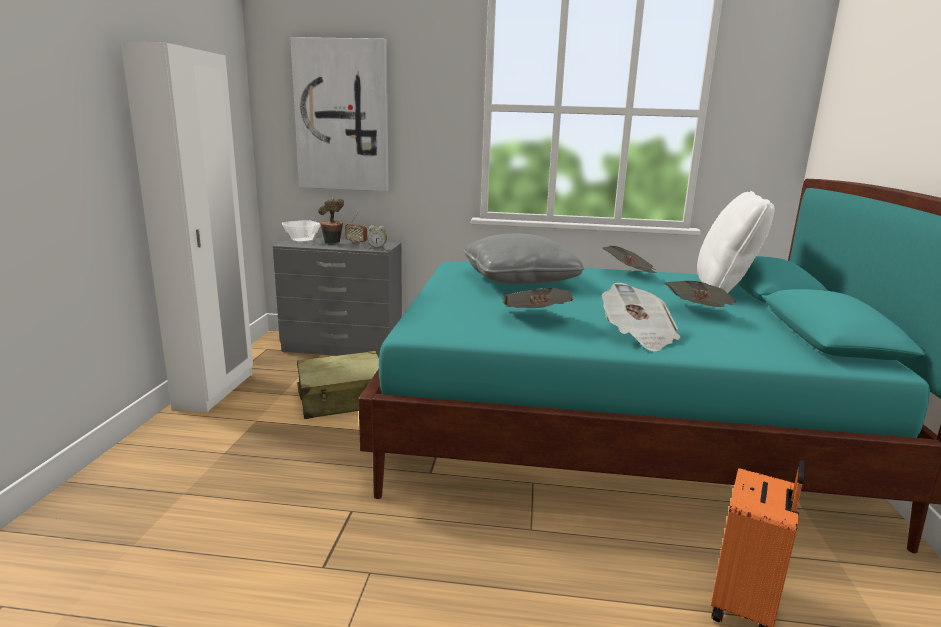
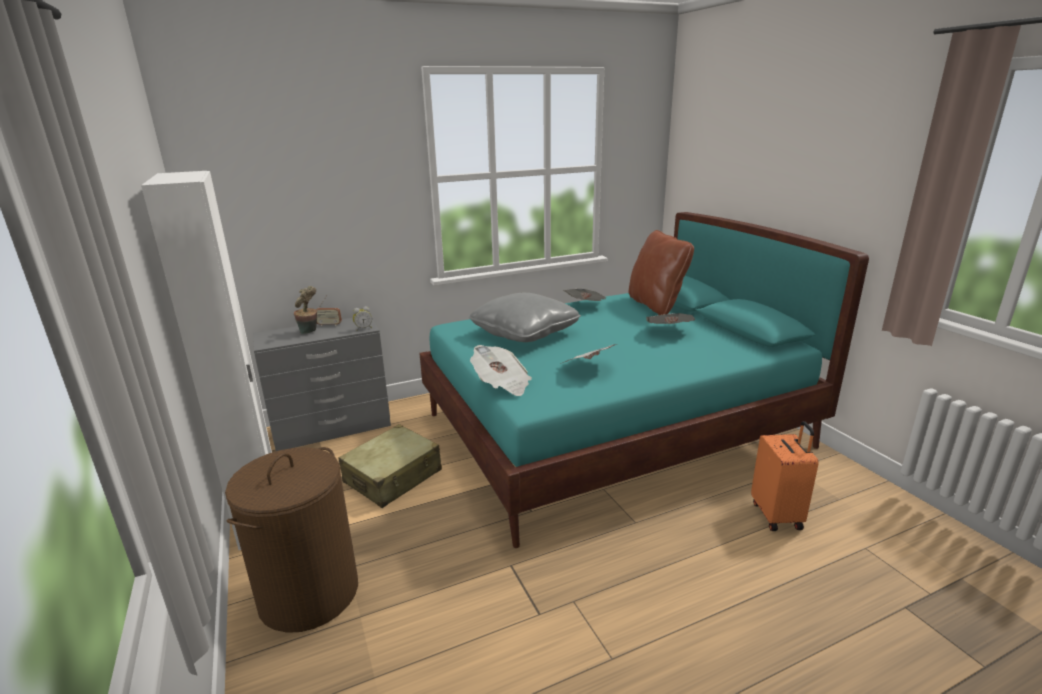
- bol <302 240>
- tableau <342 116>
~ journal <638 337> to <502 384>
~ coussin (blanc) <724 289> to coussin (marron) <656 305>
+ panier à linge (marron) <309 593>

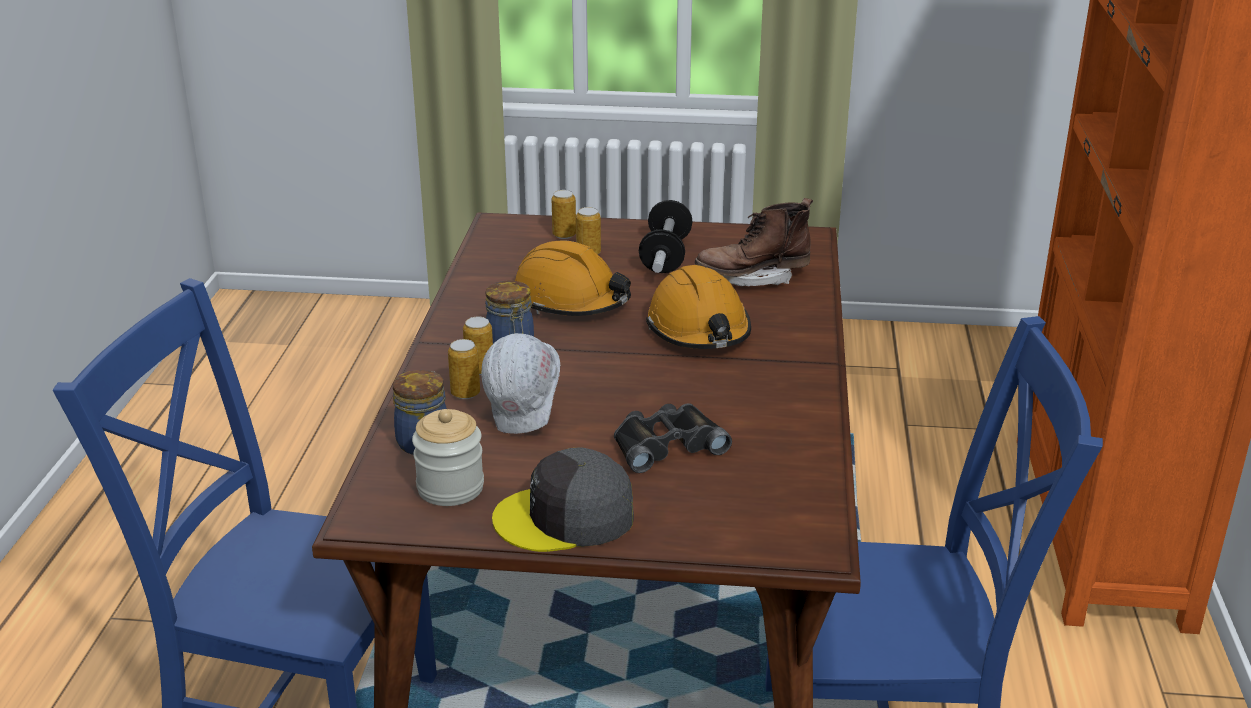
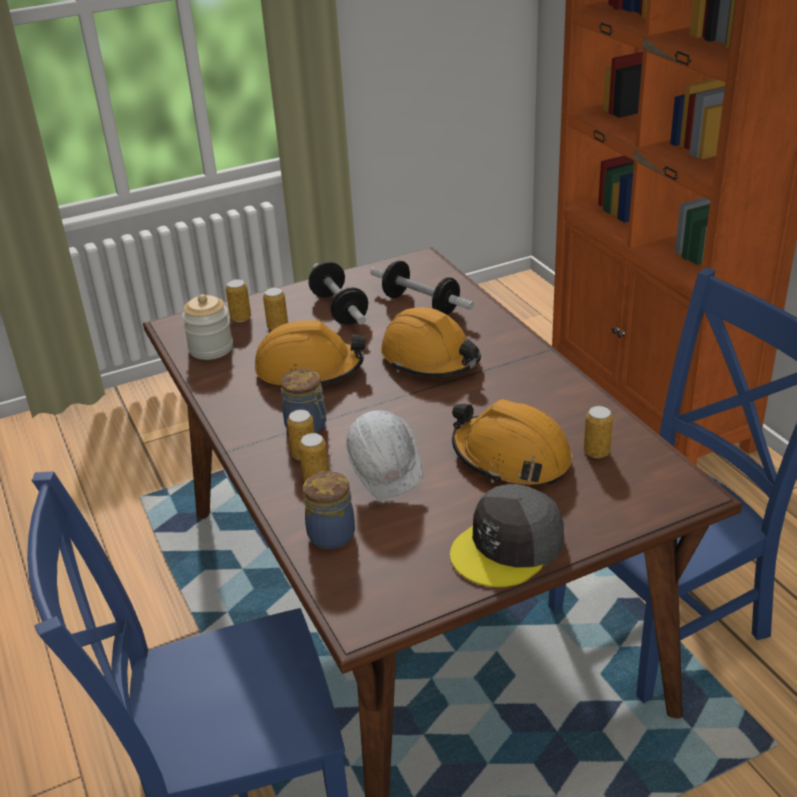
~ bocal <450 488> to <211 348>
~ jumelles (noir) <666 444> to casque de chantier (orange) <511 458>
~ botte (marron) <752 278> to haltère <421 304>
+ boîte métallique <596 452>

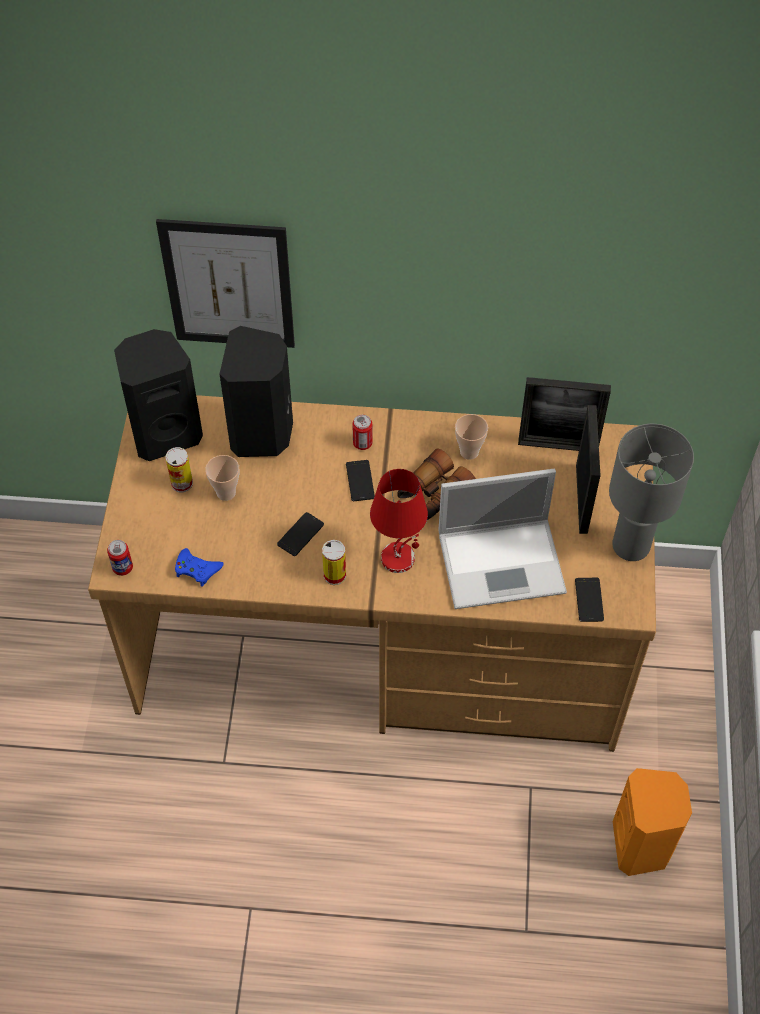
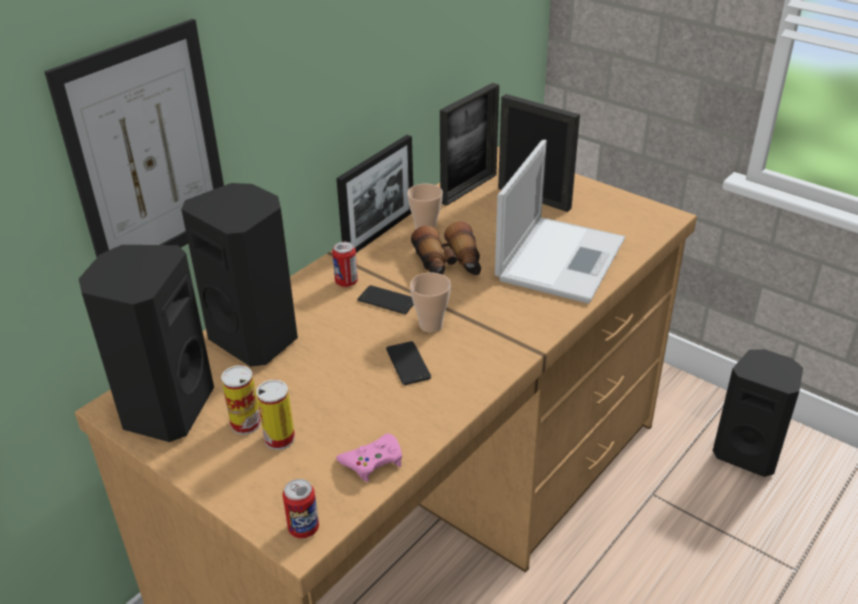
~ manette (bleu) <197 569> to manette (rose) <373 461>
~ tasse <226 493> to <431 325>
~ boîte métallique <334 575> to <279 439>
- lampe de table (rouge) <398 558>
- téléphone <589 600>
- lampe de table (gris) <630 546>
~ enceinte (orange) <642 845> to enceinte (noir) <747 453>
+ cadre photo <379 233>

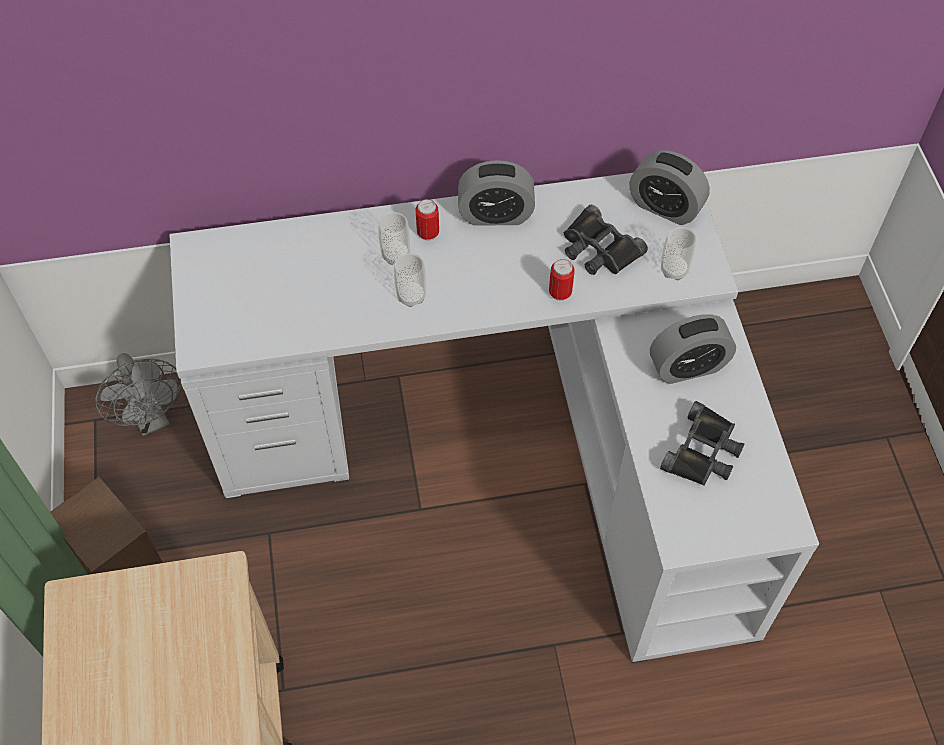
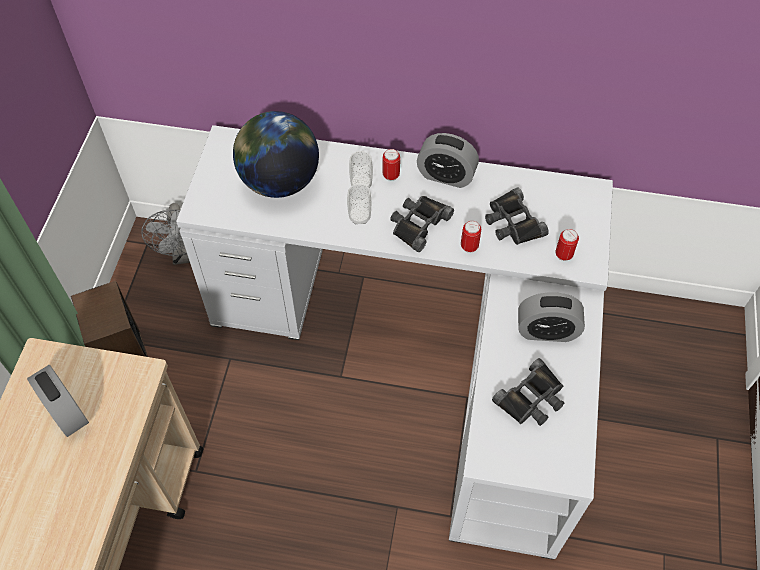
~ réveil <665 207> to <66 412>
~ tasse <674 270> to boîte métallique <563 255>
+ globe <279 181>
+ jumelles (noir) <418 224>

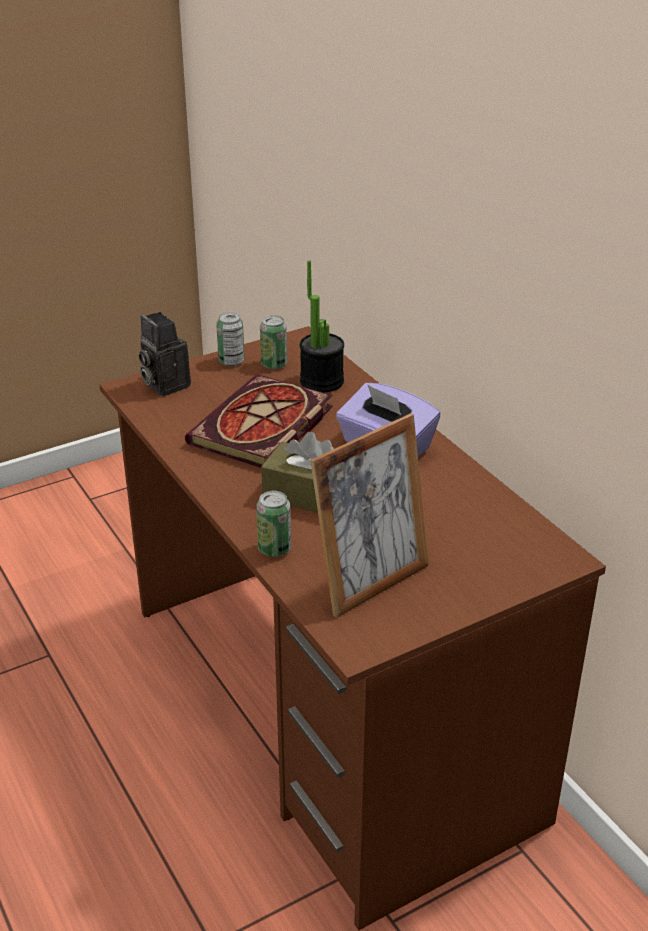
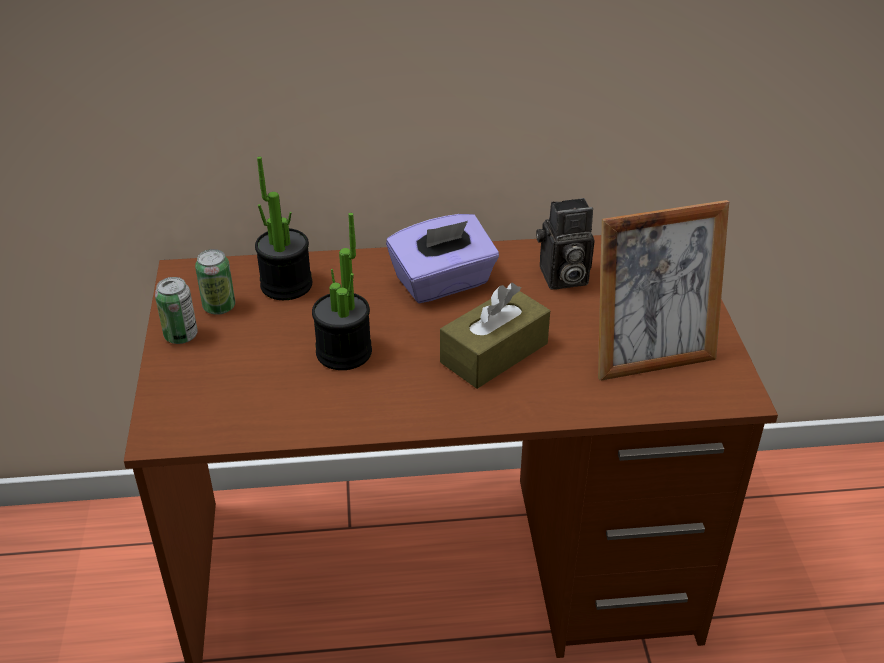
~ appareil photo <163 384> to <562 278>
~ livre <262 428> to plante en pot <344 352>
- boîte métallique <274 549>
~ cadre photo <371 582> = <650 358> 90 degrees clockwise

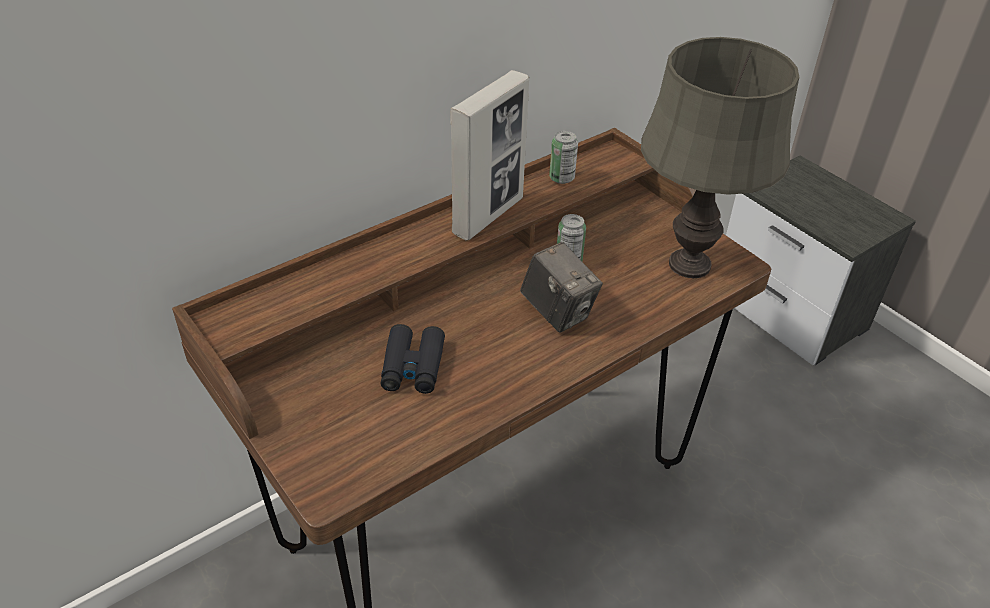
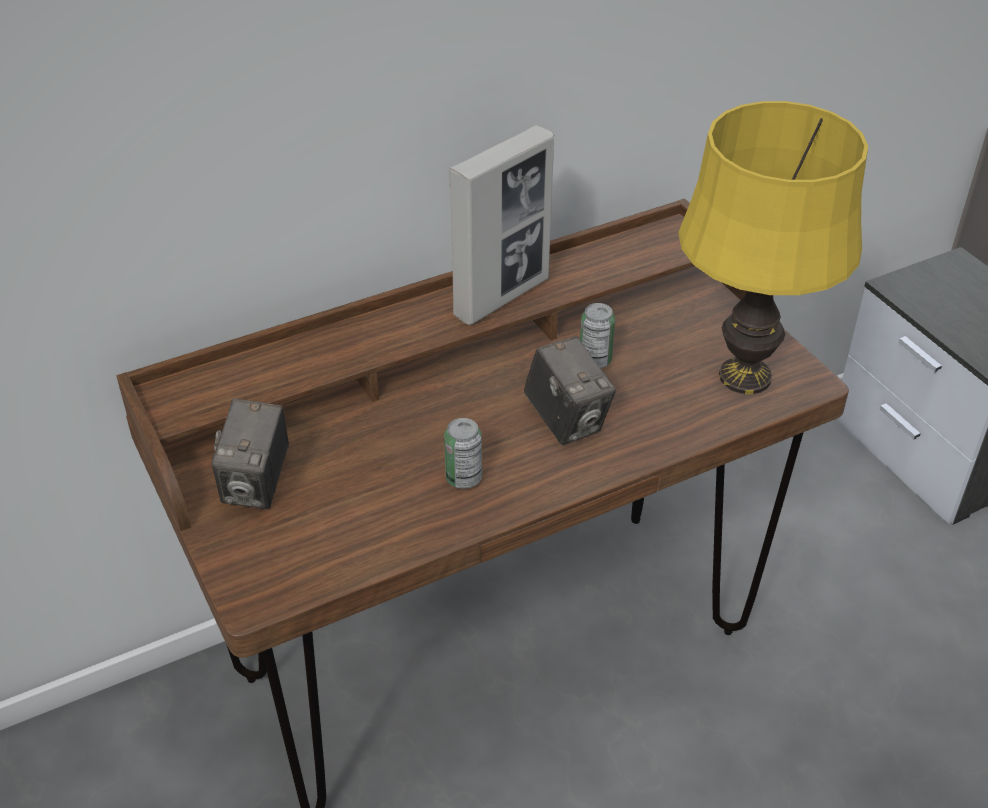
- jumelles (noir) <413 367>
~ boîte métallique <561 178> to <463 478>
~ lampe de table (gris) <689 264> to lampe de table (jaune) <744 376>
+ appareil photo <257 484>

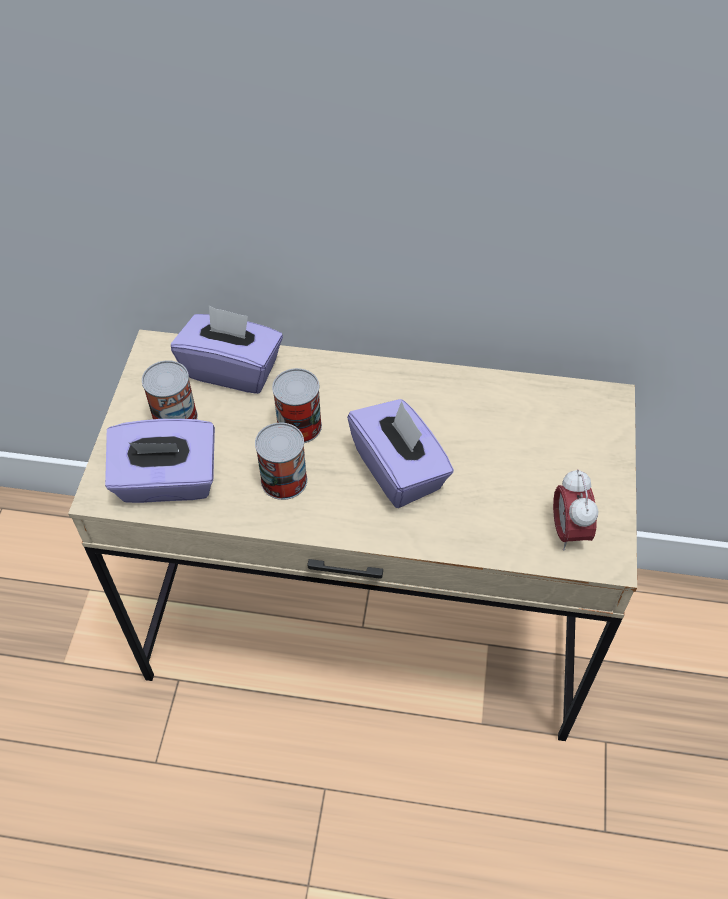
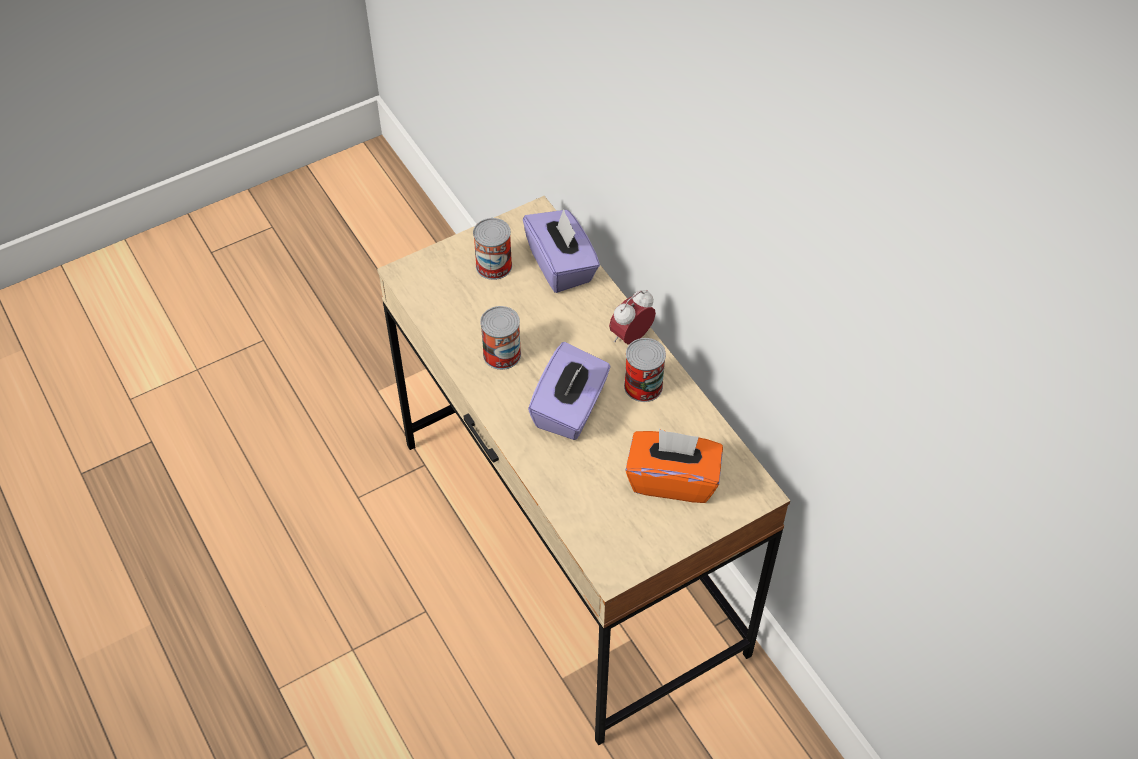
- boîte à mouchoirs (violet) <167 482>
~ boîte métallique <299 426> to <643 386>
~ réveil <568 531> to <631 337>
+ boîte à mouchoirs (orange) <672 479>

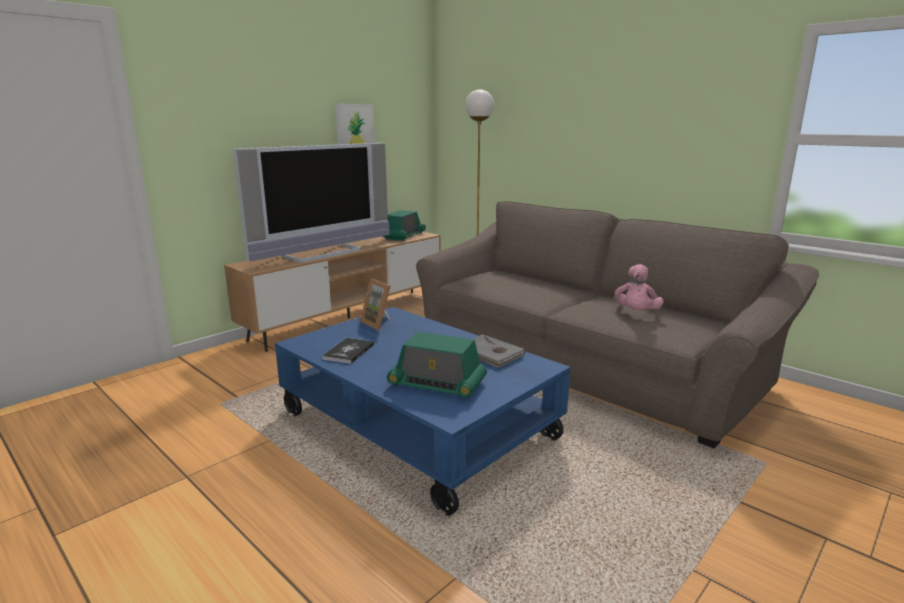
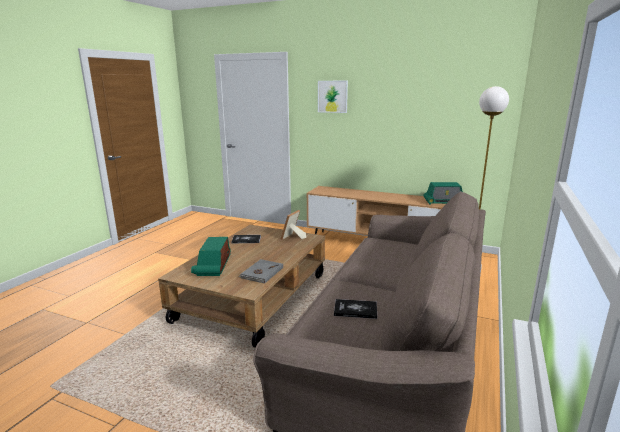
- téléviseur <324 253>
~ table basse (bleu) <417 425> to table basse (marron) <254 297>
~ tableau <355 127> to <332 96>
~ peluche (rose) <636 313> to livre <355 310>

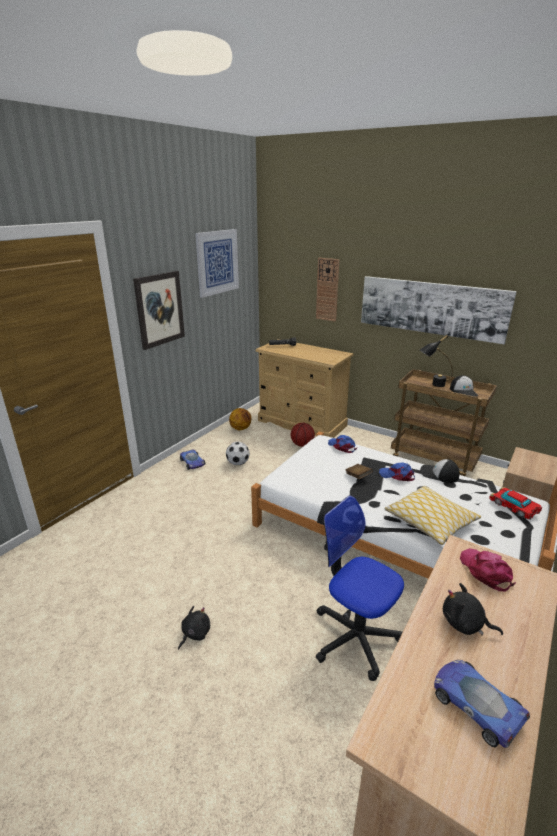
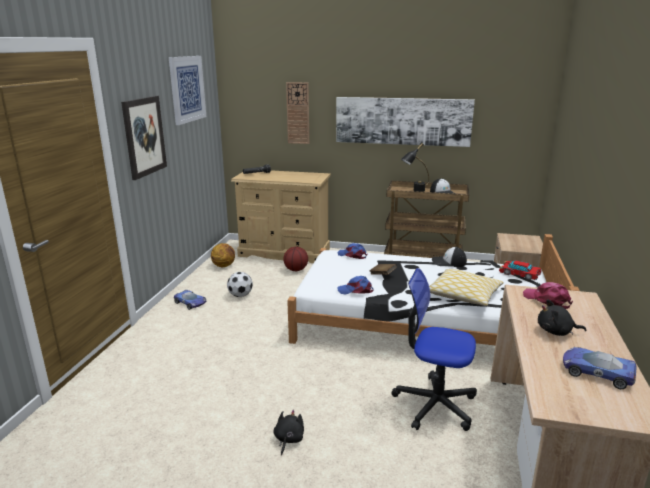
~ casquette (bleu) <397 475> to <356 290>

